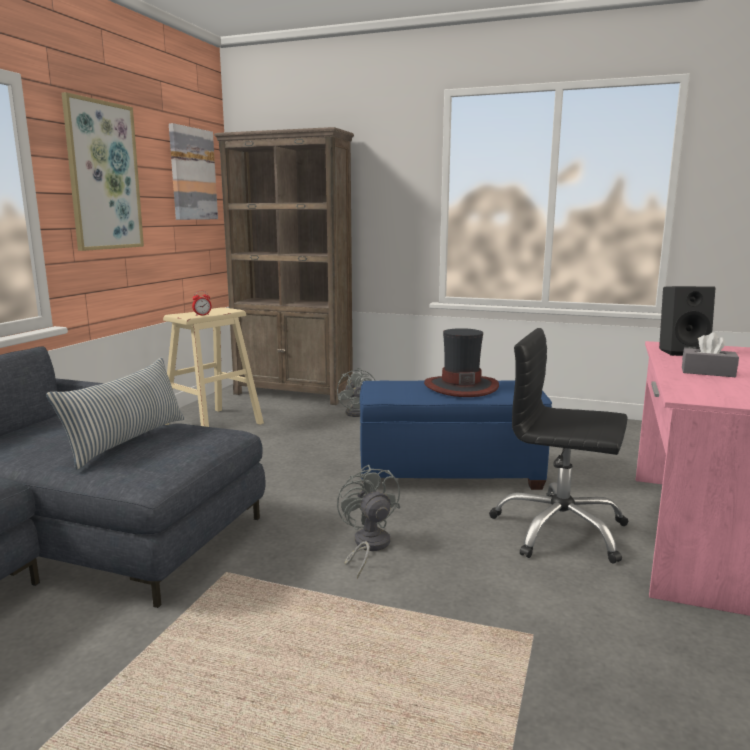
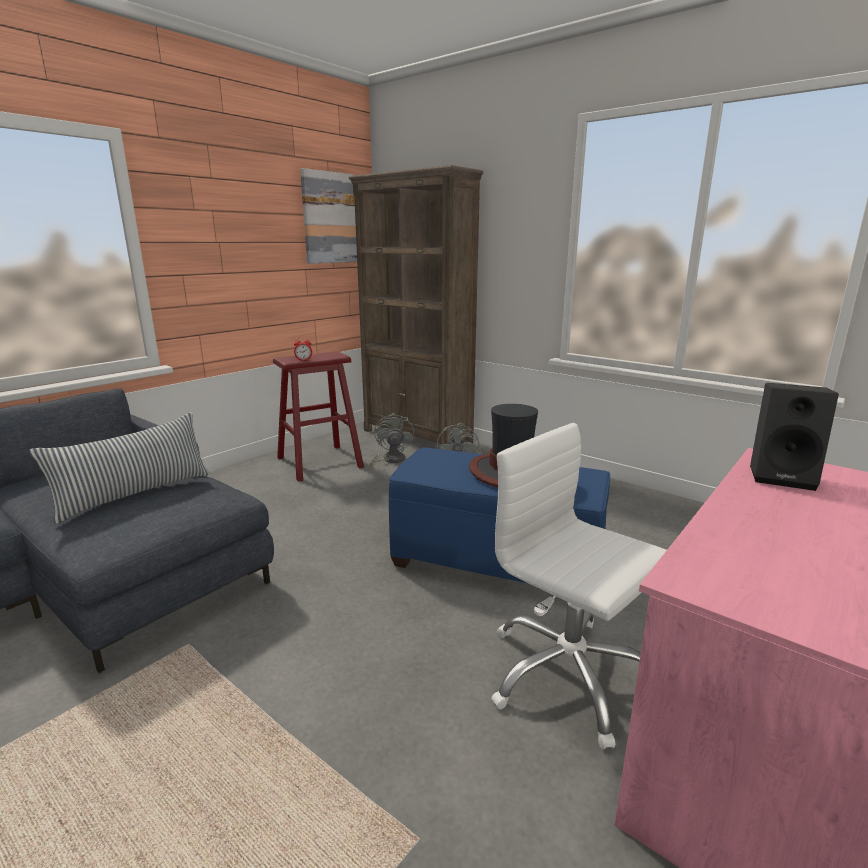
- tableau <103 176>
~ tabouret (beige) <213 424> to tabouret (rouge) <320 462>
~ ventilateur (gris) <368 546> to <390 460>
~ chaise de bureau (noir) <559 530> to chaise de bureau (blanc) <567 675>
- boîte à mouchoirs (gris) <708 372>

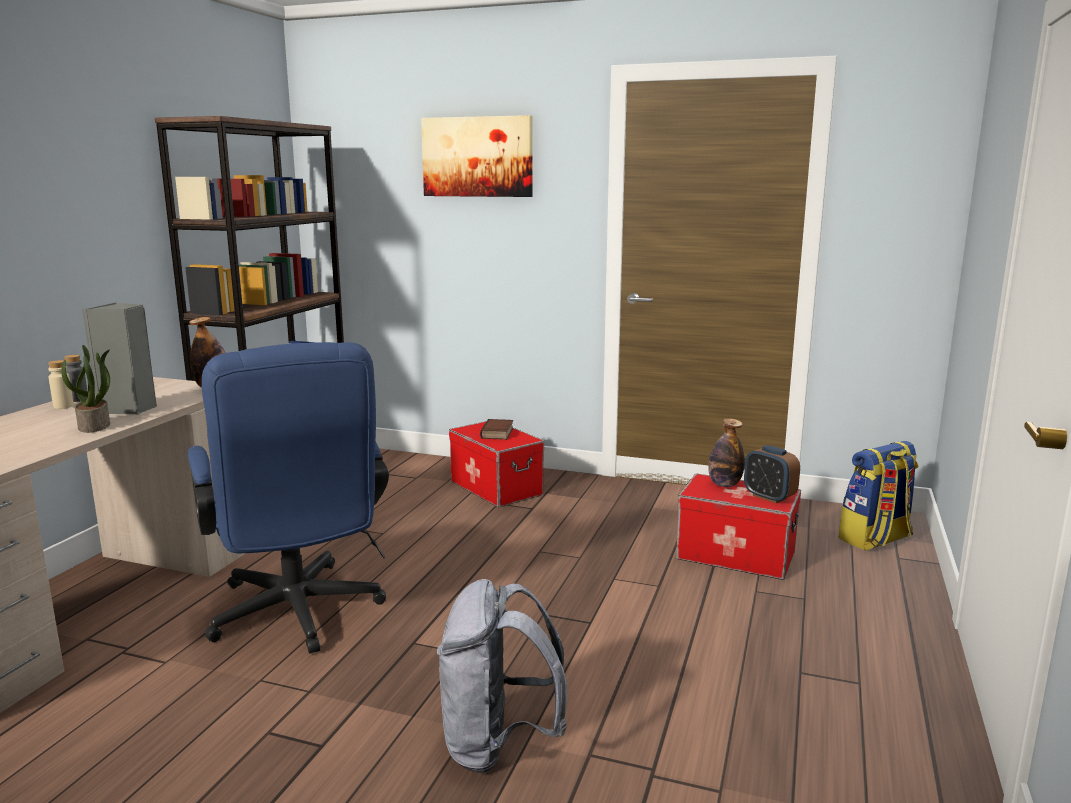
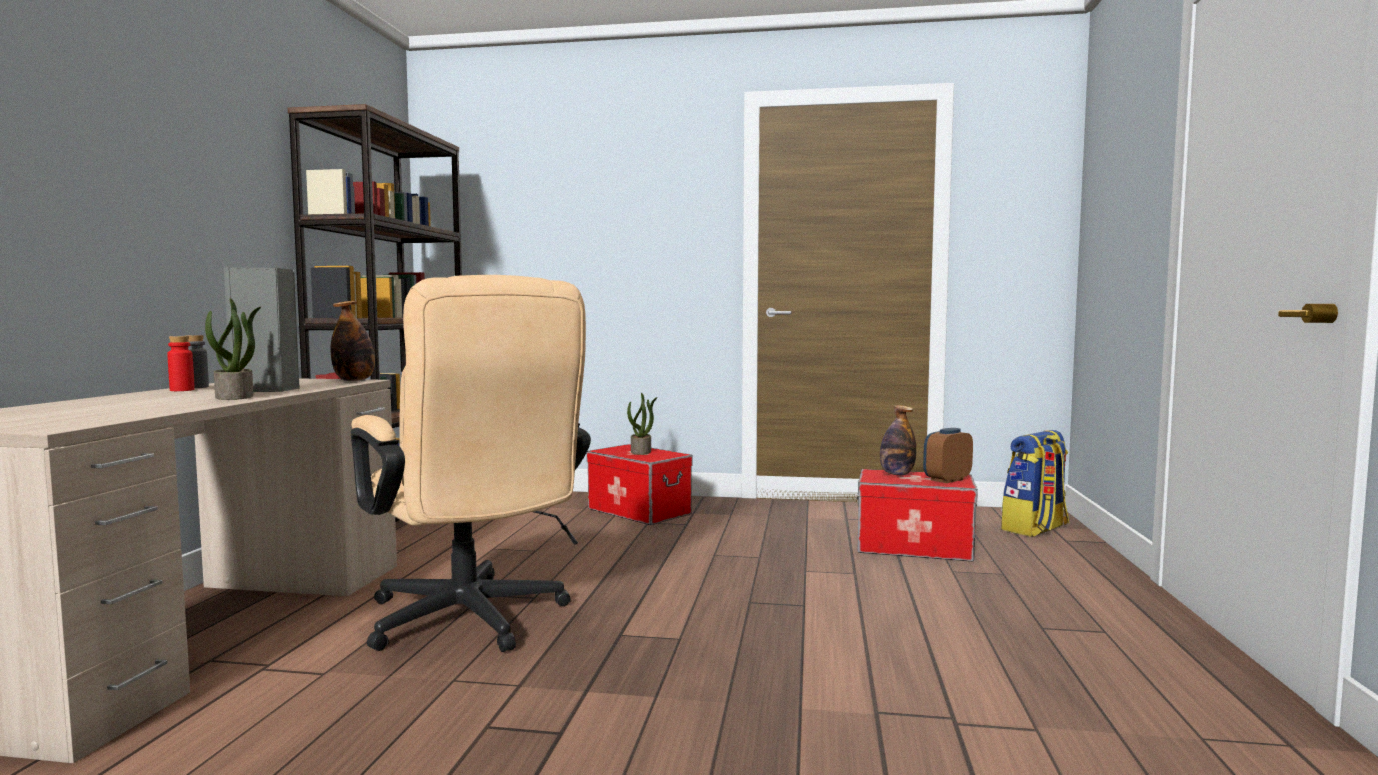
~ bouteille (beige) <63 406> to bouteille (rouge) <182 390>
~ chaise de bureau (bleu) <298 617> to chaise de bureau (beige) <473 622>
- tableau <477 157>
- sac à dos (gris) <498 745>
~ livre <498 433> to plante en pot <641 452>
~ réveil <769 497> = <947 480> 105 degrees clockwise

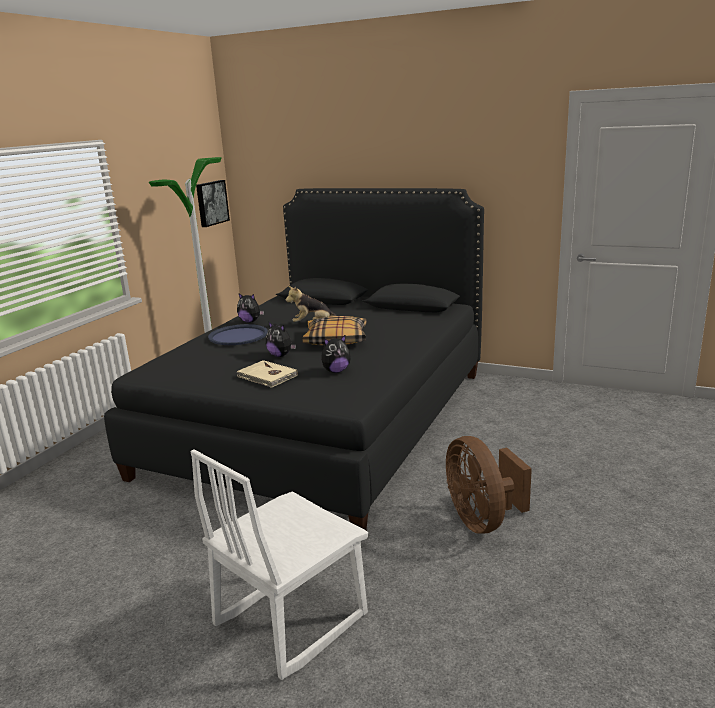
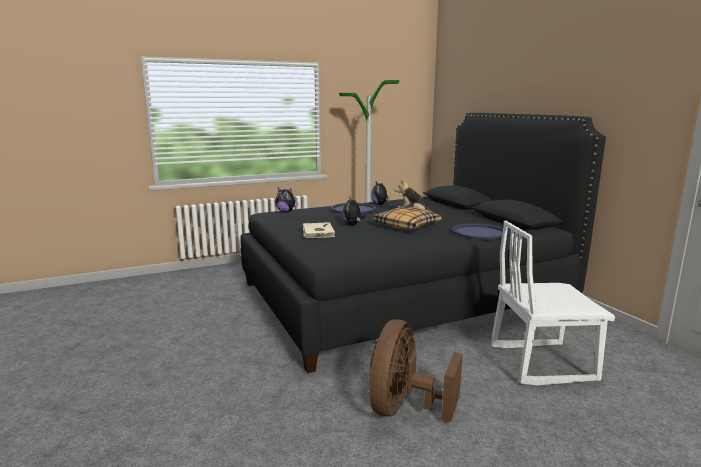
~ chaise (blanc) <289 619> to <541 362>
- tableau <211 203>
~ peluche <336 371> to <286 212>
+ plateau (bleu) <479 232>

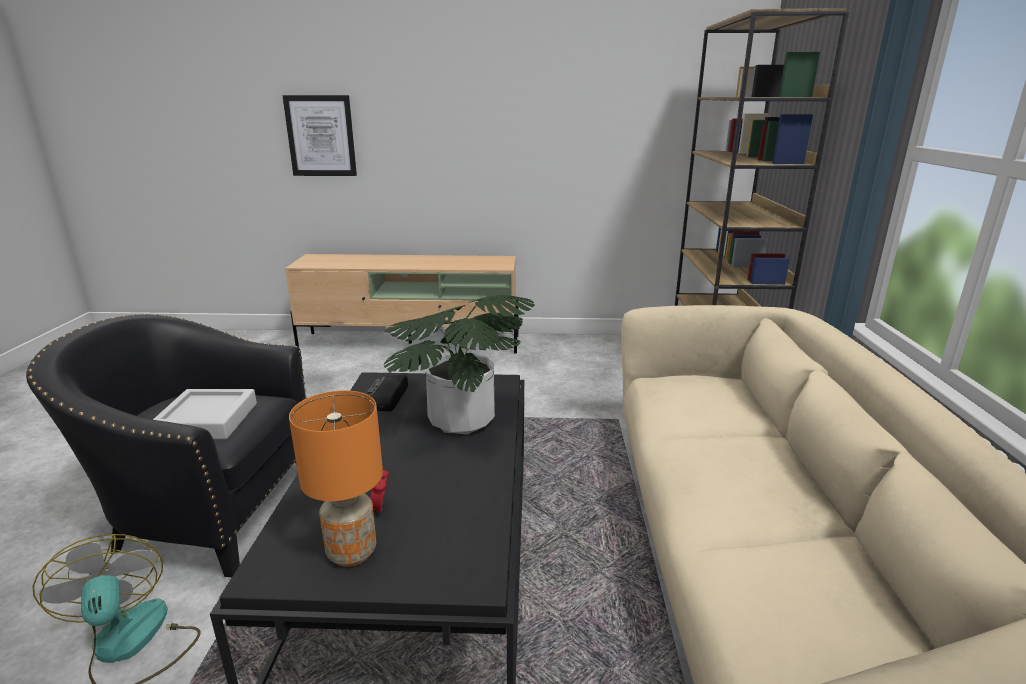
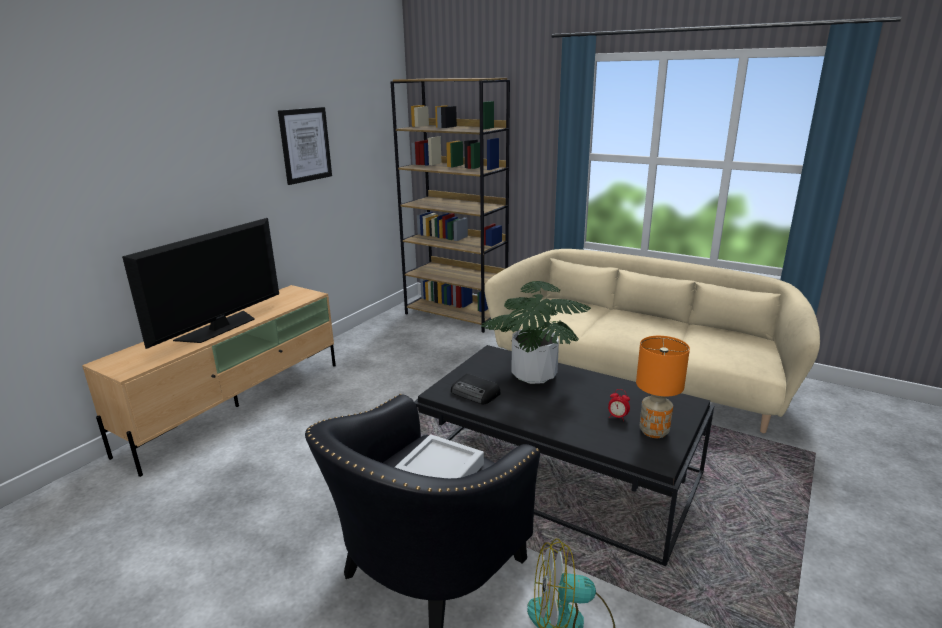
~ tableau <321 136> to <305 145>
+ téléviseur <219 328>

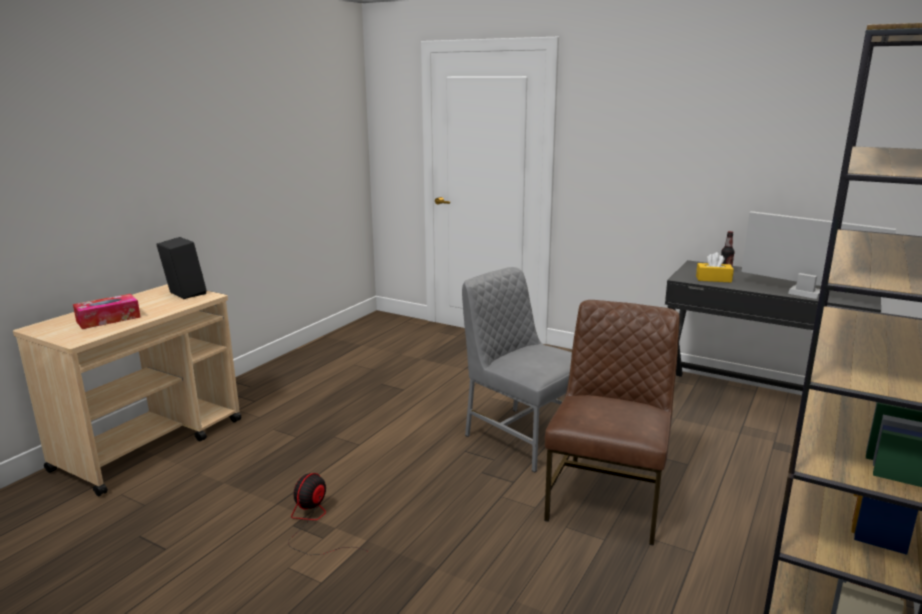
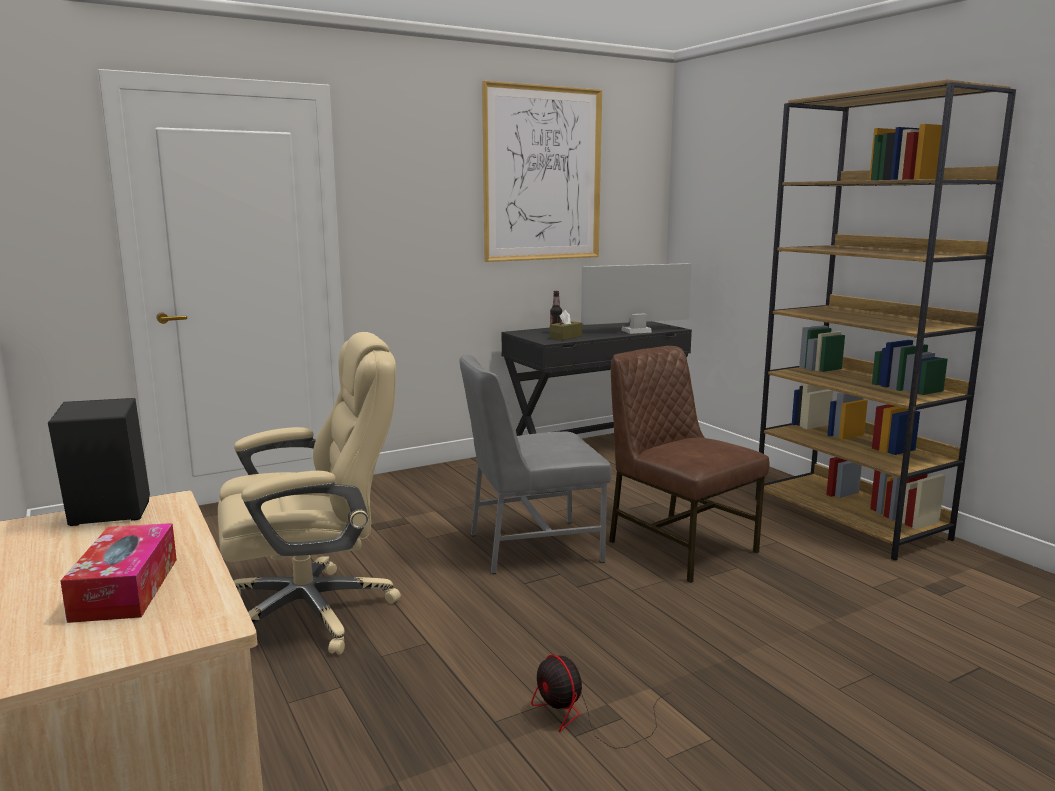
~ boîte à mouchoirs (jaune) <713 279> to boîte à mouchoirs (marron) <566 337>
+ chaise de bureau (beige) <312 612>
+ tableau <542 174>

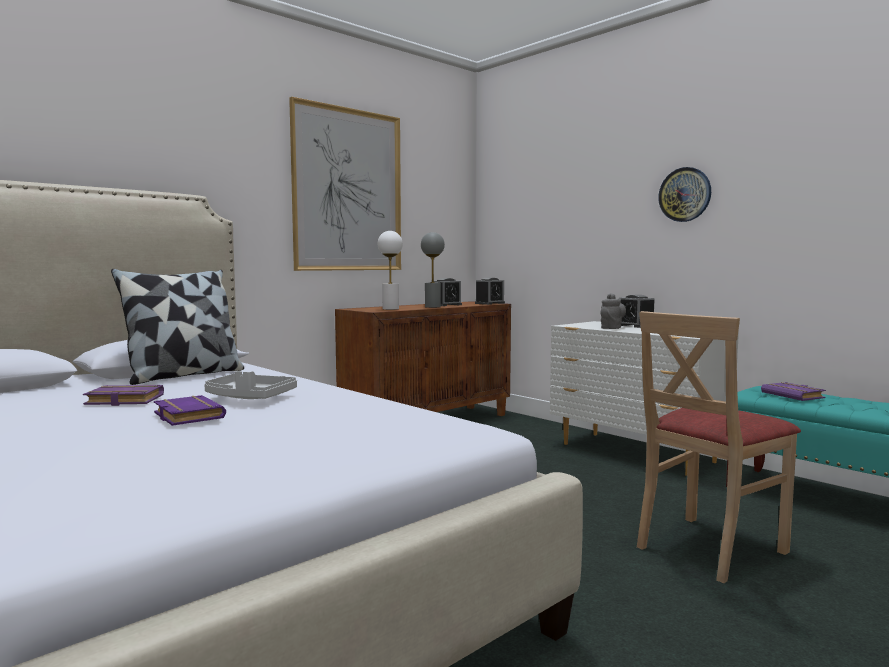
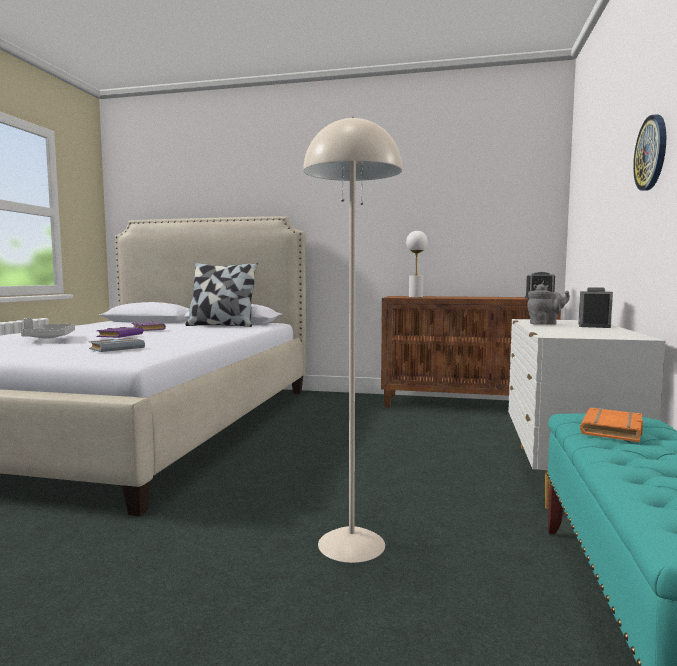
~ plateau (gris) <249 398> to <49 338>
- tableau <348 190>
- lampe de table (gris) <433 307>
- réveil <446 305>
~ chaise (beige) <708 547> to lampadaire (beige) <351 543>
~ livre (violet) <794 396> to livre (orange) <614 431>
+ livre (gris) <117 348>

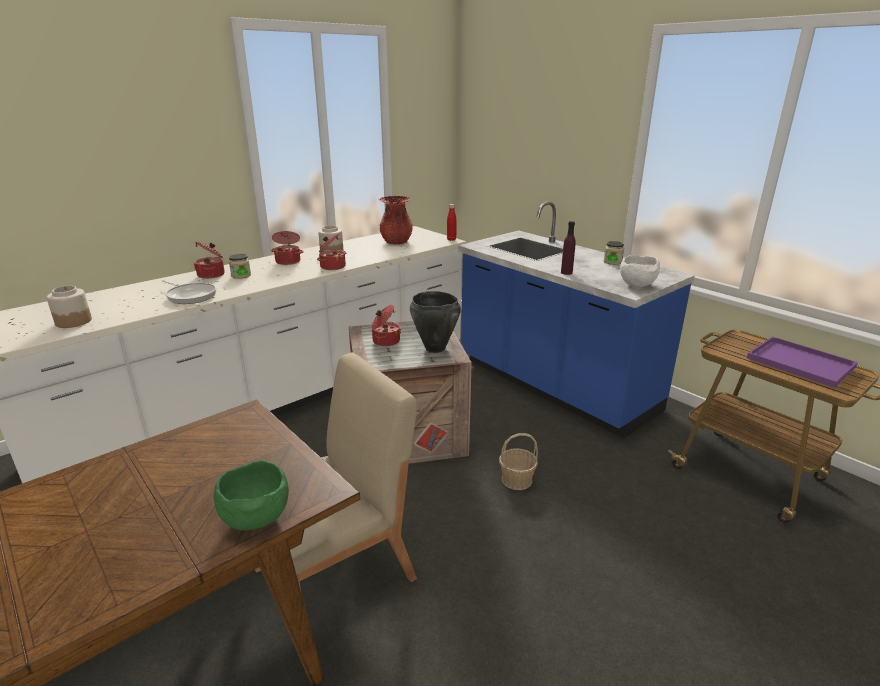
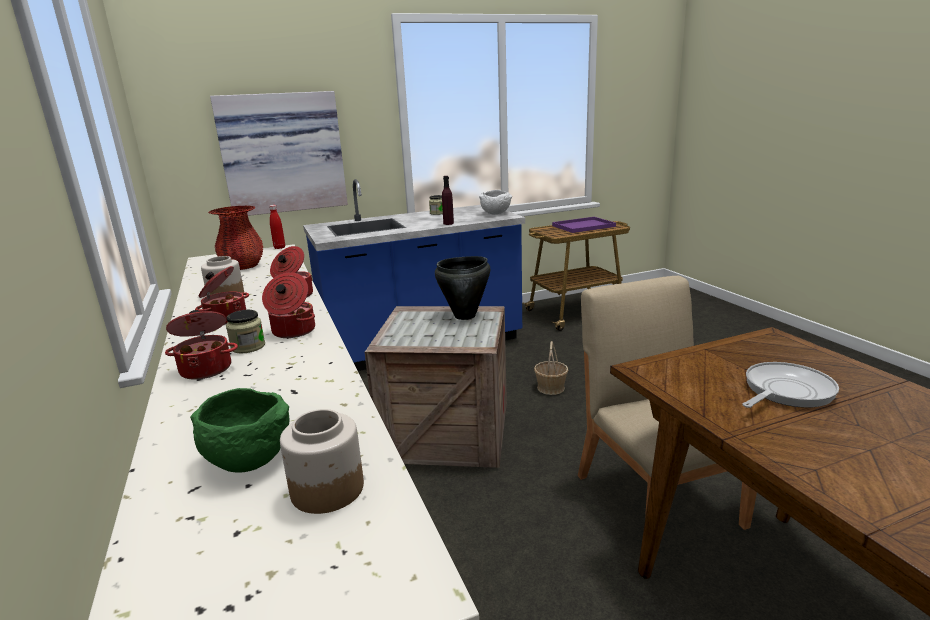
~ poêle <190 296> to <785 391>
~ bol (vert) <256 517> to <246 461>
~ marmite <385 341> to <292 331>
+ tableau <282 153>

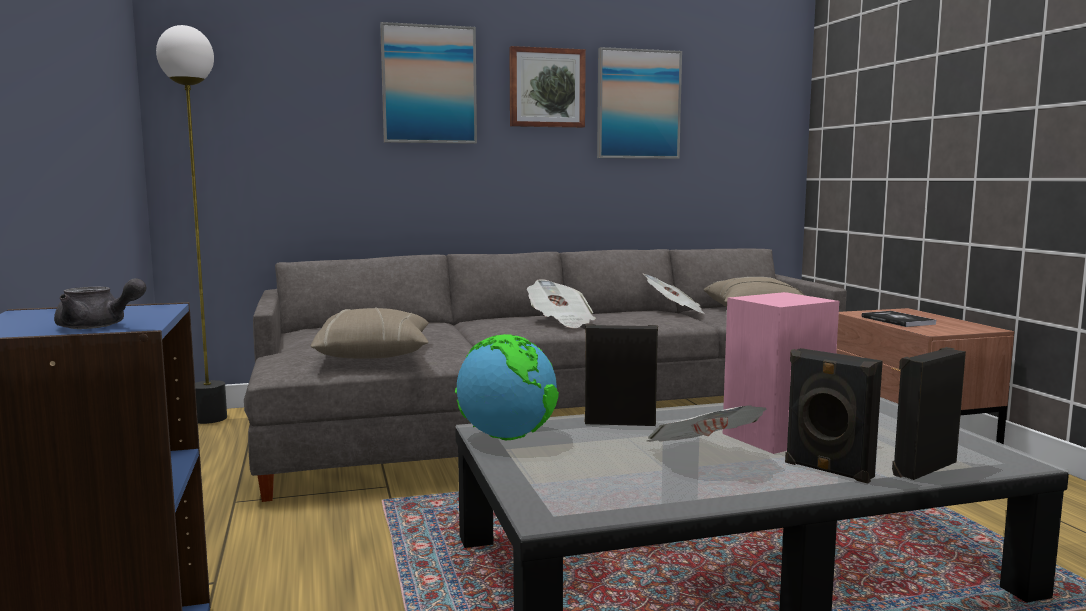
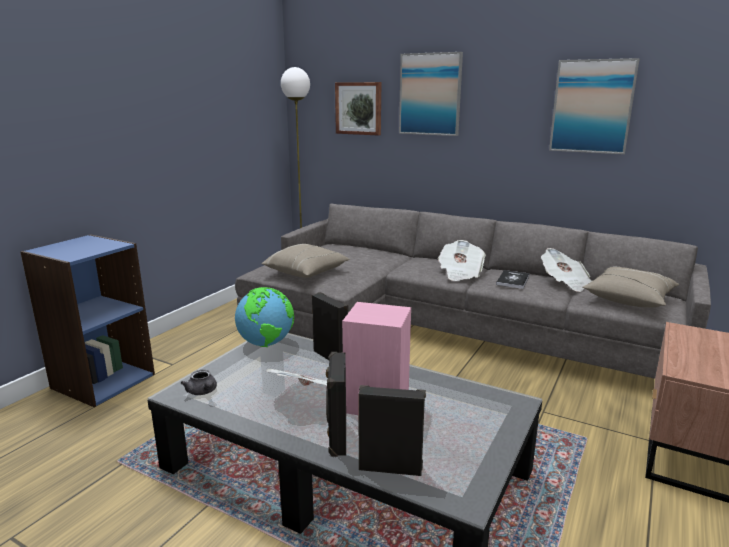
~ théière (gris) <98 326> to <203 392>
~ tableau <546 88> to <359 108>
~ livre <897 320> to <512 280>

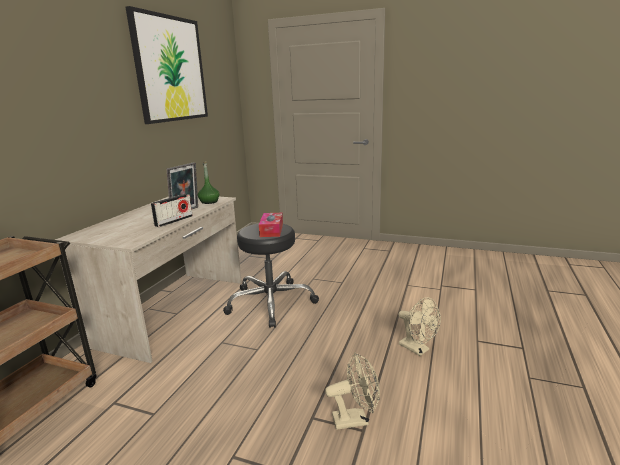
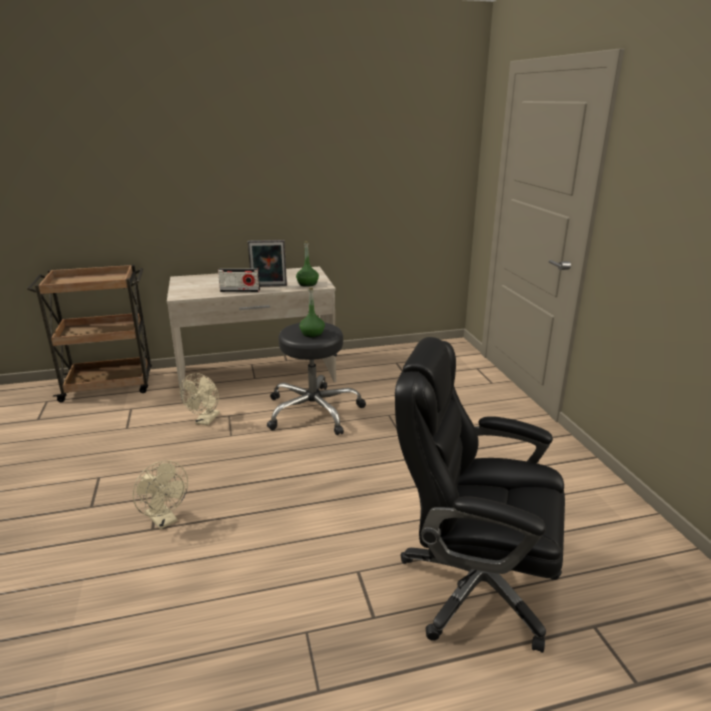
- tableau <170 69>
~ boîte à mouchoirs <271 230> to bouteille (vert) <312 334>
~ ventilateur (beige) <417 349> to <205 421>
+ chaise de bureau (noir) <474 585>

